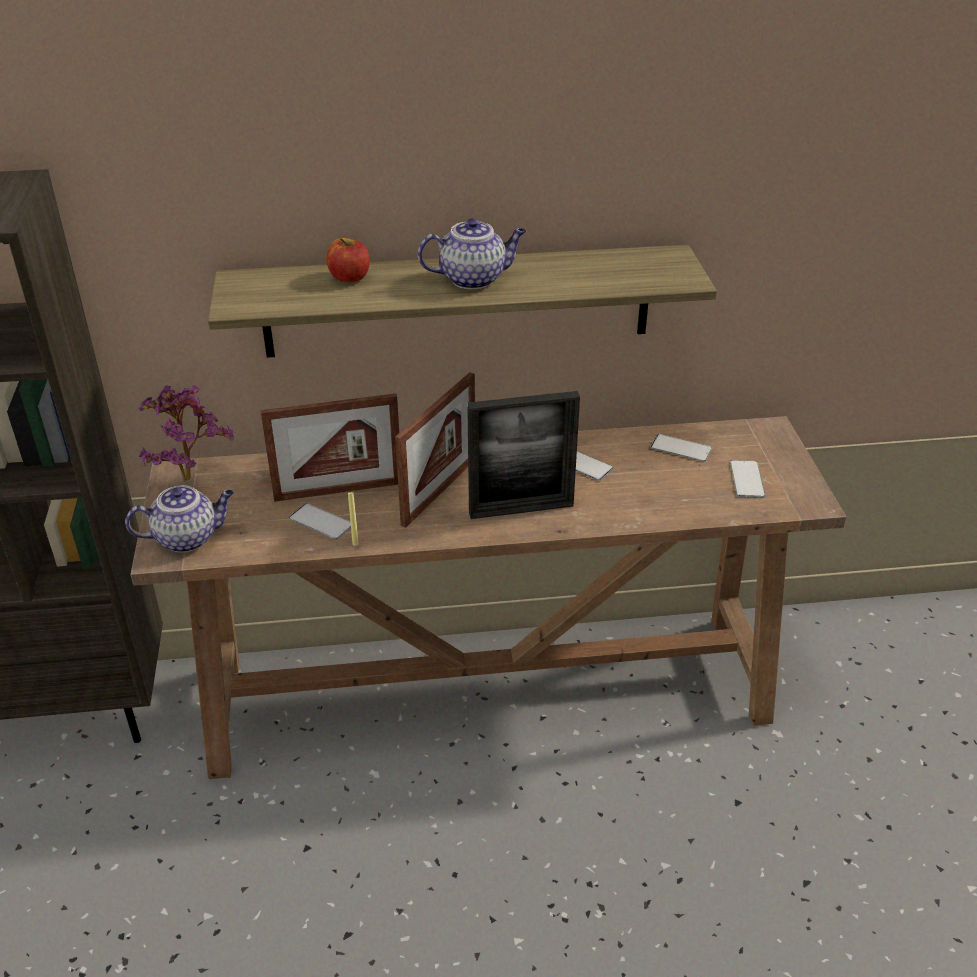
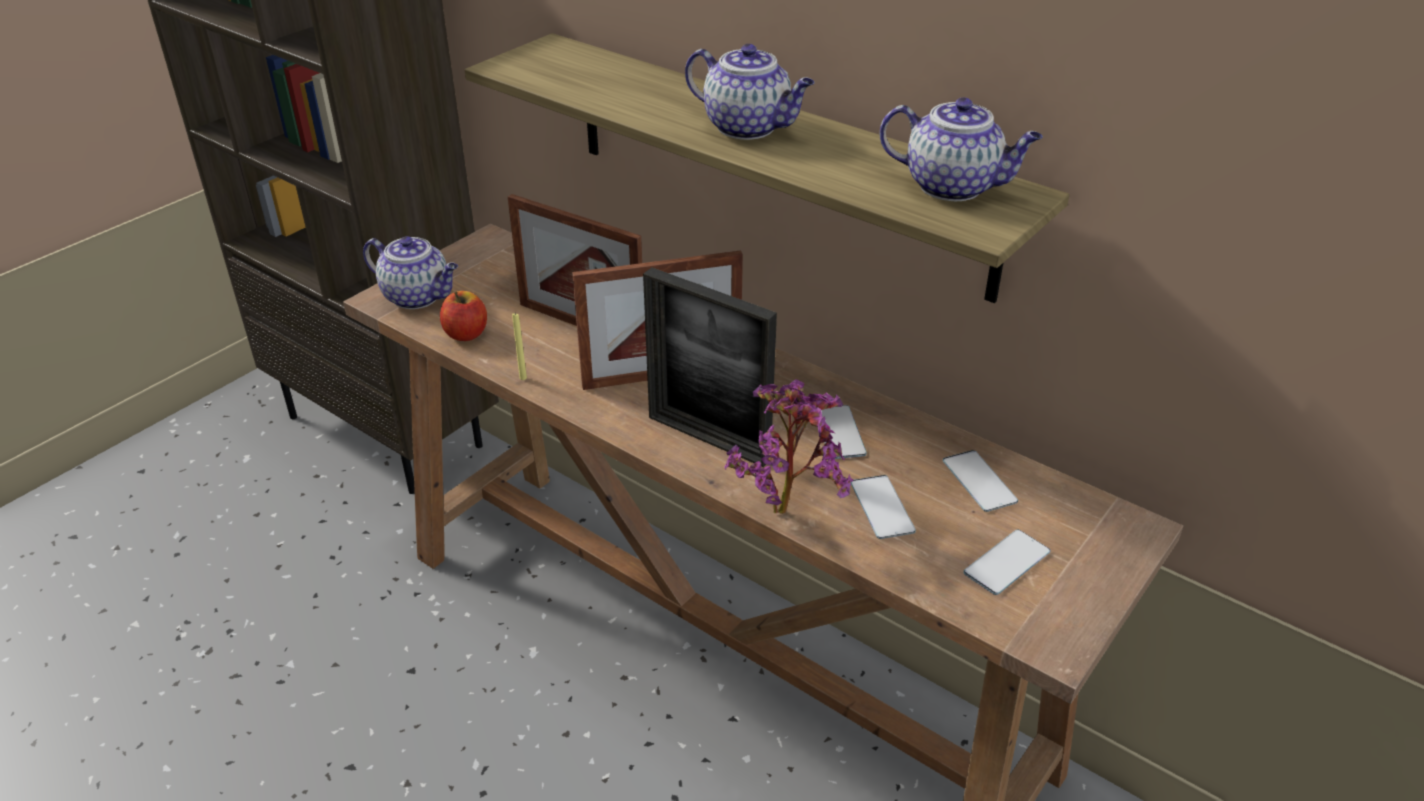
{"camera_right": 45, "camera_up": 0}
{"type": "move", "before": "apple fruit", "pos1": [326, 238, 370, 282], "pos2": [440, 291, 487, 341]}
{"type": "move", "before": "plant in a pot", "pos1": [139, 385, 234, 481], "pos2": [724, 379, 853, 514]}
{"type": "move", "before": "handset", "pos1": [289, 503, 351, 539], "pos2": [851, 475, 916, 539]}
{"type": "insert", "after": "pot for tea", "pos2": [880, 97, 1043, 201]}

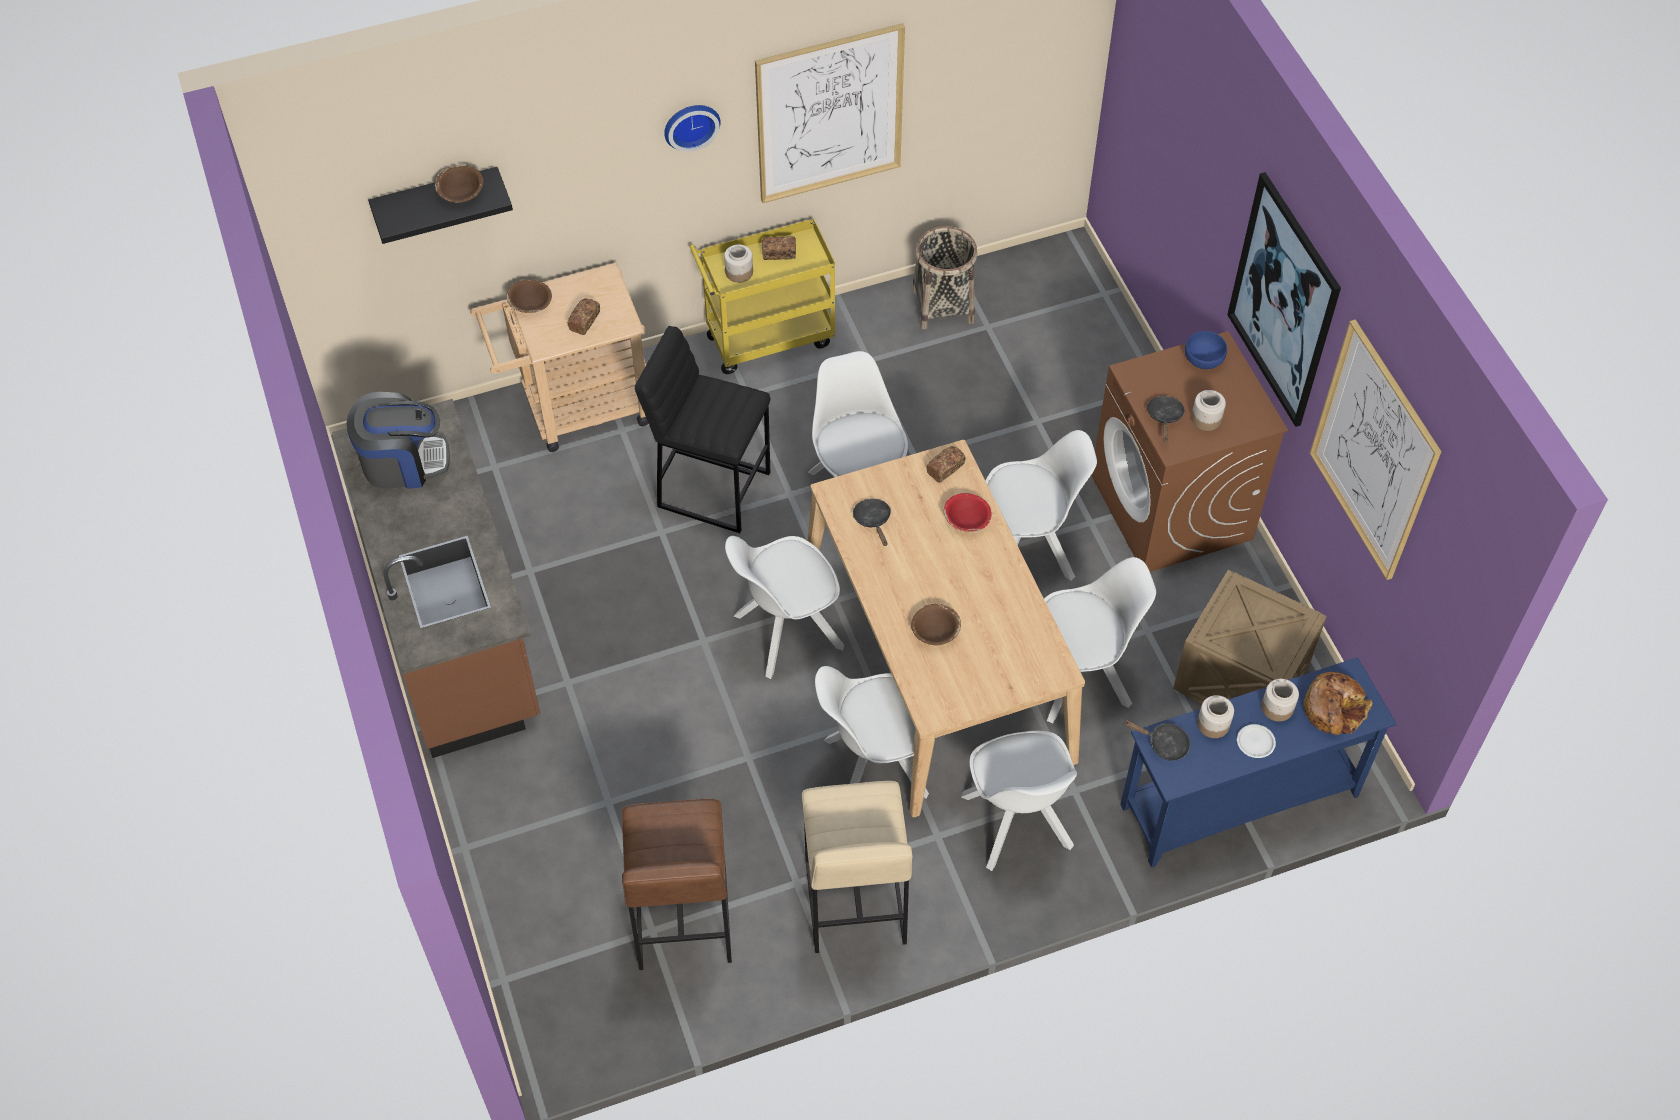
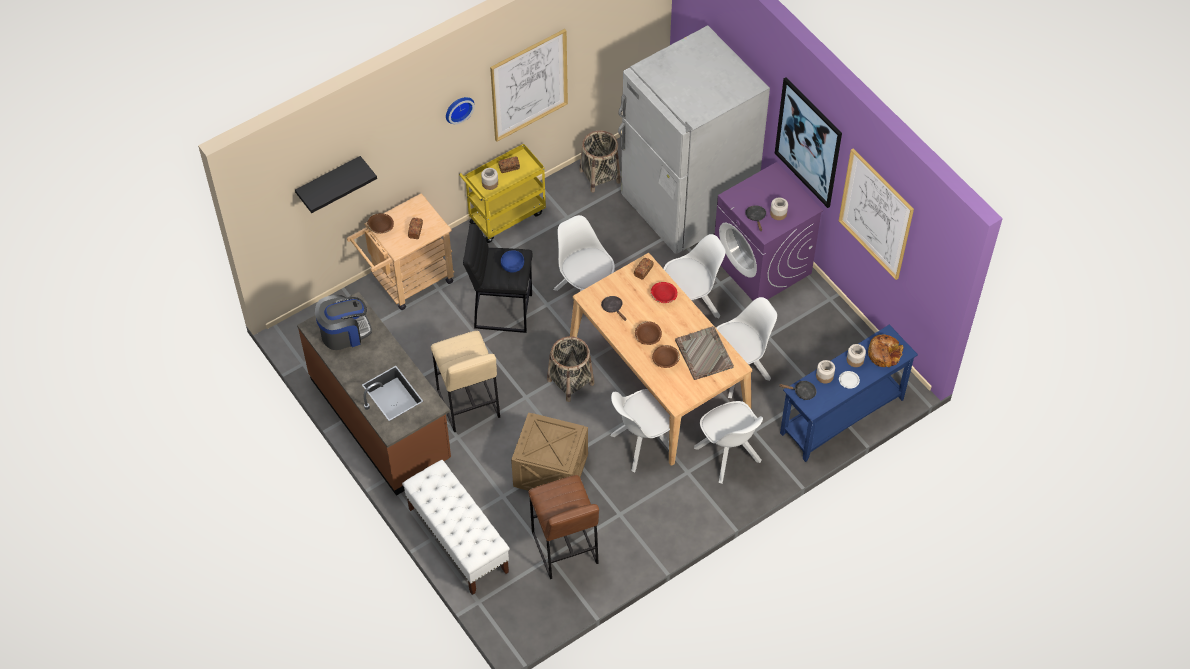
{"camera_right": -15, "camera_up": 0}
{"type": "insert", "after": "whitish indoor bench", "pos2": [402, 460, 510, 595]}
{"type": "move", "before": "sand-coloured stool", "pos1": [802, 781, 912, 953], "pos2": [431, 331, 500, 432]}
{"type": "move", "before": "blue-coloured bowl", "pos1": [1185, 331, 1227, 369], "pos2": [501, 250, 524, 273]}
{"type": "move", "before": "crate", "pos1": [1173, 570, 1327, 703], "pos2": [511, 413, 588, 491]}
{"type": "replace", "before": "whitish upright chair", "after": "storage basket", "pos1": [725, 536, 844, 679], "pos2": [547, 336, 594, 402]}
{"type": "insert", "after": "whitish refrigerator", "pos2": [618, 25, 770, 254]}
{"type": "move", "before": "brownish bowl", "pos1": [435, 165, 483, 202], "pos2": [635, 321, 662, 345]}
{"type": "insert", "after": "greyish carrying tray", "pos2": [675, 326, 734, 380]}
{"type": "recolor", "before": "brownish laundry machine", "after": "purplish laundry machine", "pos1": [1091, 331, 1288, 572], "pos2": [715, 162, 823, 301]}

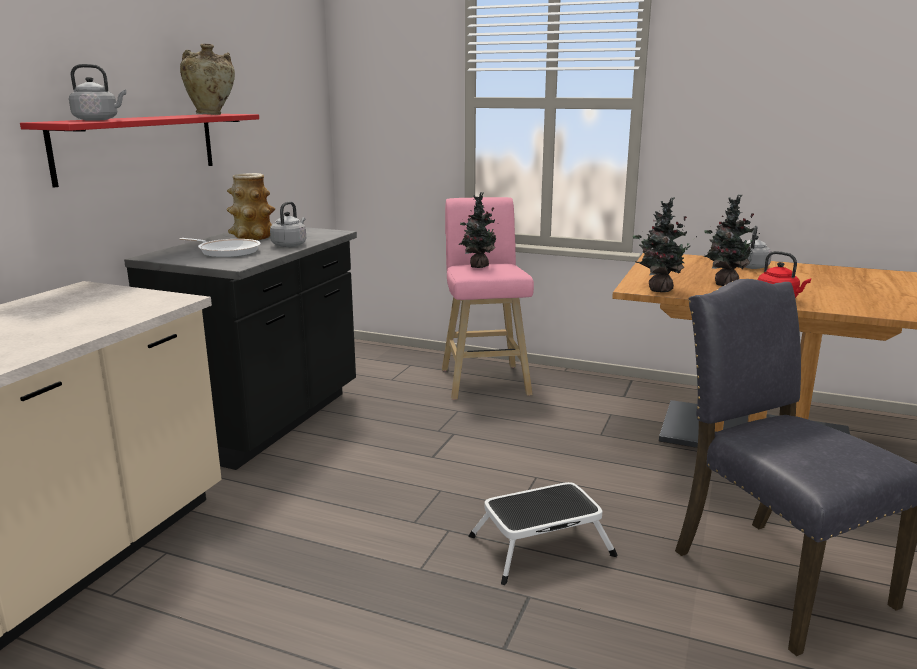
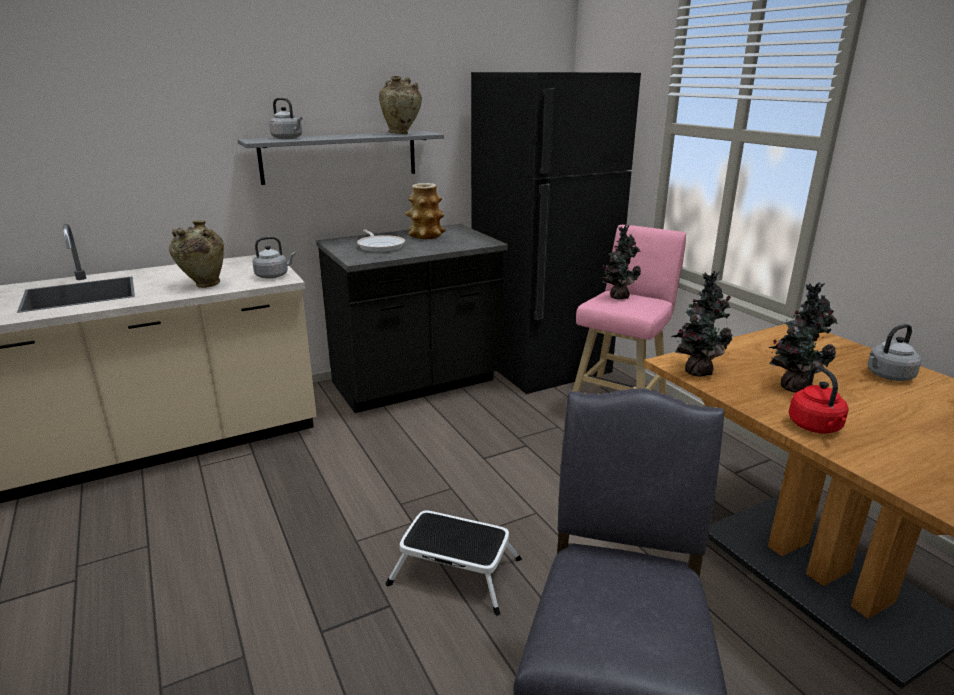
{"camera_right": 40, "camera_up": 5}
{"type": "insert", "after": "sand-coloured vase", "pos2": [169, 220, 224, 288]}
{"type": "recolor", "before": "red-coloured bracket shelf", "after": "greyish bracket shelf", "pos1": [20, 114, 259, 188], "pos2": [238, 131, 444, 185]}
{"type": "move", "before": "greyish tea kettle", "pos1": [270, 201, 306, 247], "pos2": [252, 236, 296, 279]}
{"type": "insert", "after": "blackish refrigerator", "pos2": [471, 72, 641, 394]}

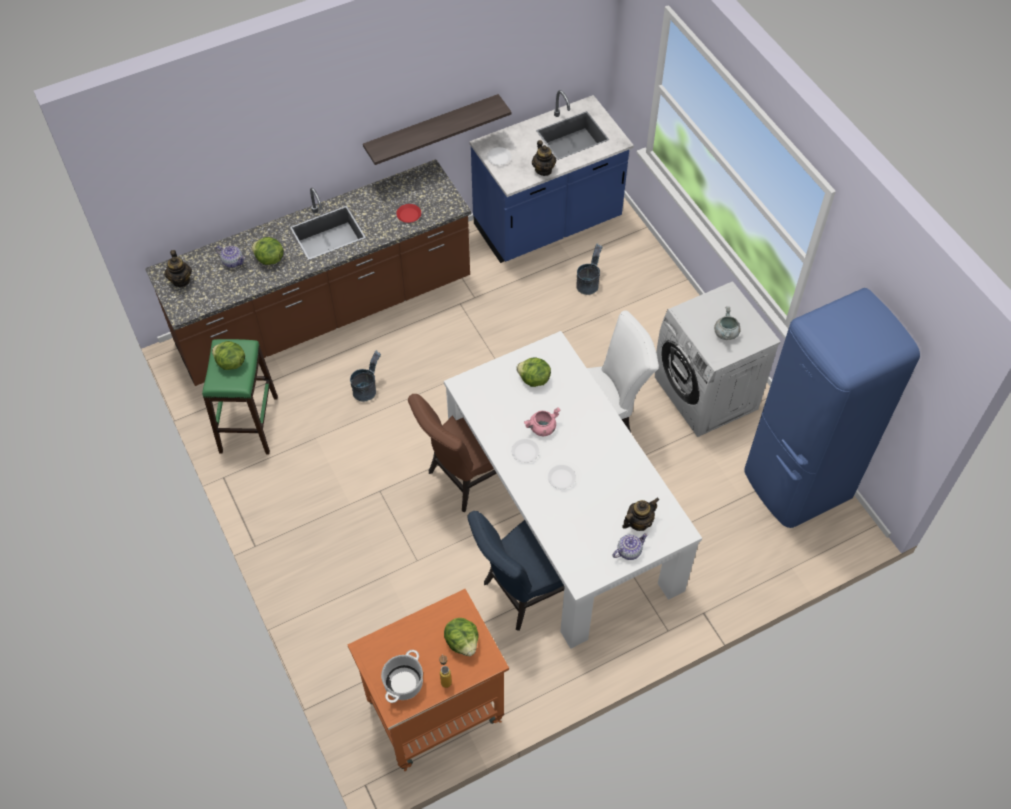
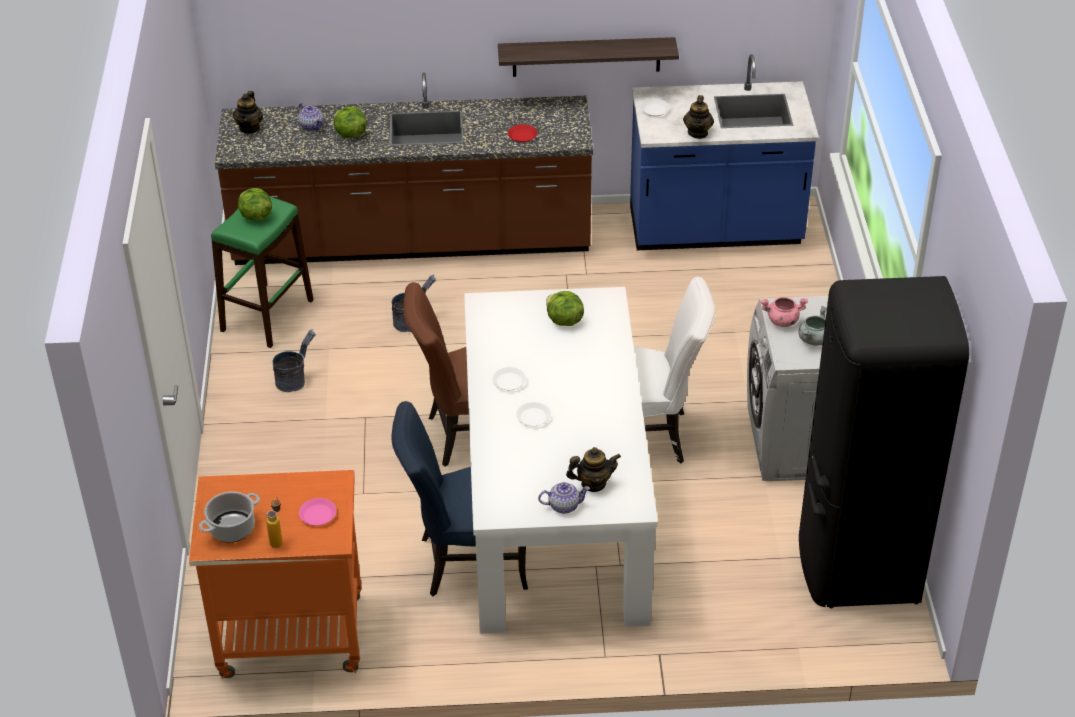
{"camera_right": 25, "camera_up": -15}
{"type": "move", "before": "greyish pail", "pos1": [576, 243, 602, 295], "pos2": [272, 329, 316, 392]}
{"type": "replace", "before": "lettuce", "after": "pink plate", "pos1": [444, 618, 479, 656], "pos2": [299, 498, 337, 526]}
{"type": "move", "before": "pink cooking pot", "pos1": [524, 407, 561, 436], "pos2": [760, 297, 808, 327]}
{"type": "recolor", "before": "blue-coloured refrigerator", "after": "blackish refrigerator", "pos1": [744, 288, 920, 528], "pos2": [799, 276, 969, 609]}

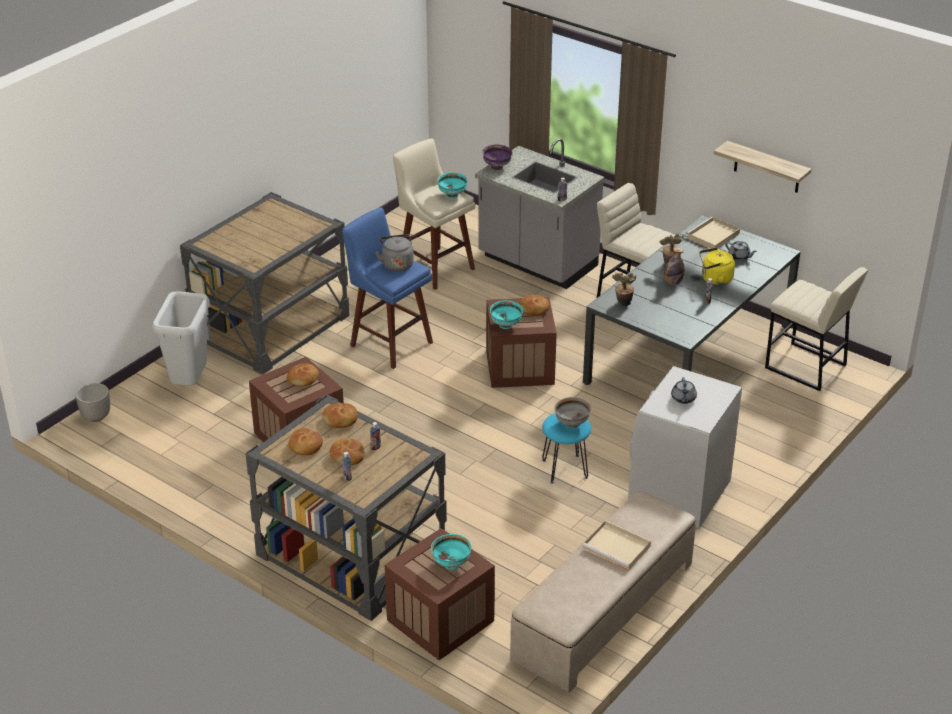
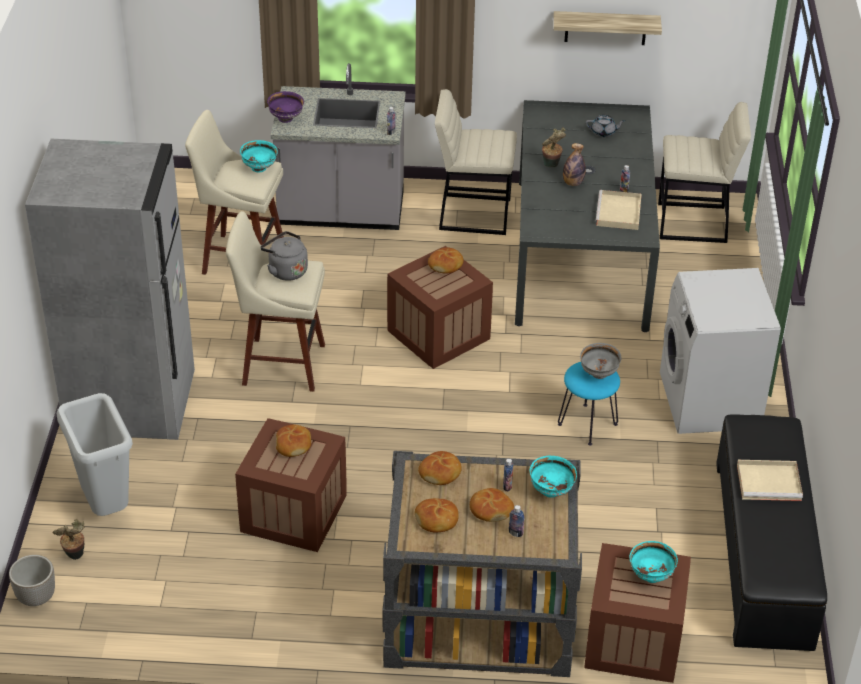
{"camera_right": -35, "camera_up": 5}
{"type": "replace", "before": "shelving unit", "after": "greyish refrigerator", "pos1": [180, 192, 350, 375], "pos2": [25, 139, 195, 440]}
{"type": "move", "before": "plant in a pot", "pos1": [612, 272, 636, 306], "pos2": [53, 519, 84, 560]}
{"type": "recolor", "before": "blue-coloured stool", "after": "sand-coloured stool", "pos1": [342, 208, 433, 369], "pos2": [226, 211, 325, 392]}
{"type": "move", "before": "blue-green bowl", "pos1": [490, 300, 523, 329], "pos2": [530, 456, 577, 498]}
{"type": "move", "before": "sand-coloured carrying tray", "pos1": [686, 217, 740, 249], "pos2": [595, 190, 642, 230]}
{"type": "recolor", "before": "sand-coloured indoor bench", "after": "blackish indoor bench", "pos1": [510, 491, 696, 693], "pos2": [716, 414, 827, 651]}
{"type": "delete", "before": "greyish pot for tea", "pos1": [671, 377, 697, 404]}
{"type": "delete", "before": "yellowish tea kettle", "pos1": [699, 247, 735, 286]}

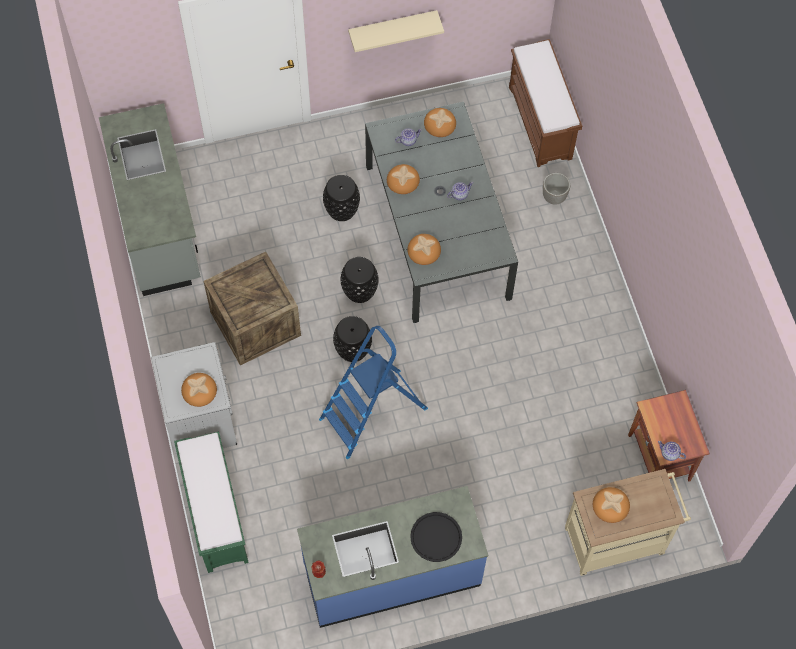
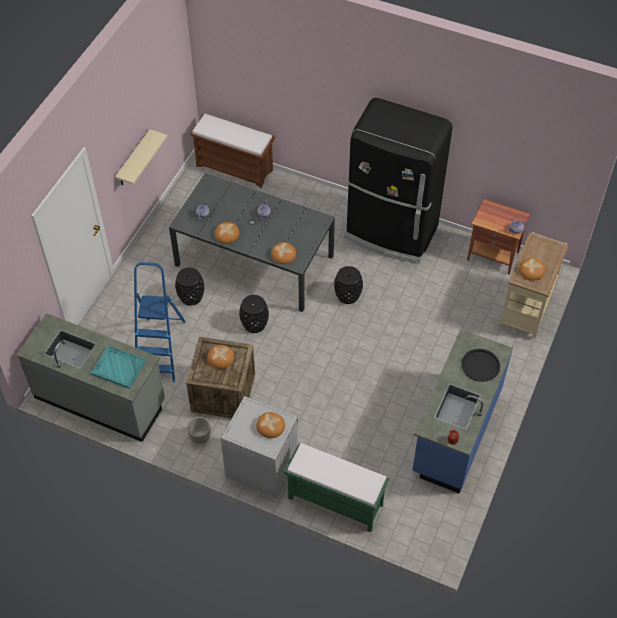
{"camera_right": -50, "camera_up": -10}
{"type": "insert", "after": "blue-green carrying tray", "pos2": [91, 346, 146, 388]}
{"type": "move", "before": "blue-coloured stepladder", "pos1": [319, 326, 428, 459], "pos2": [134, 262, 186, 382]}
{"type": "move", "before": "flower pot", "pos1": [543, 173, 570, 205], "pos2": [187, 417, 211, 444]}
{"type": "move", "before": "baked bread", "pos1": [424, 108, 456, 137], "pos2": [207, 345, 235, 369]}
{"type": "move", "before": "blackish stool", "pos1": [333, 316, 372, 362], "pos2": [334, 266, 363, 304]}
{"type": "insert", "after": "blackish refrigerator", "pos2": [344, 98, 452, 263]}

